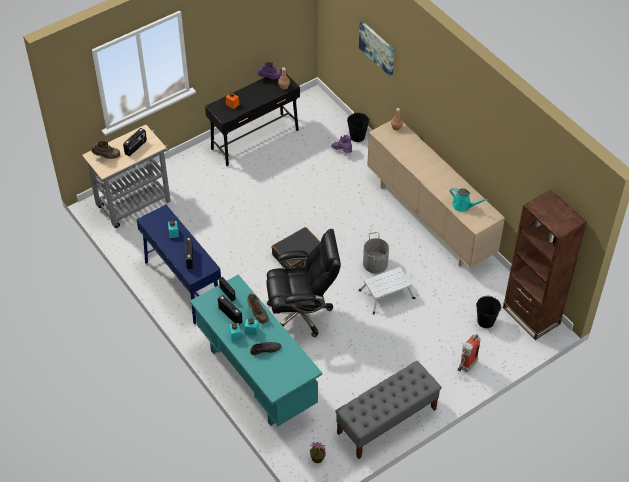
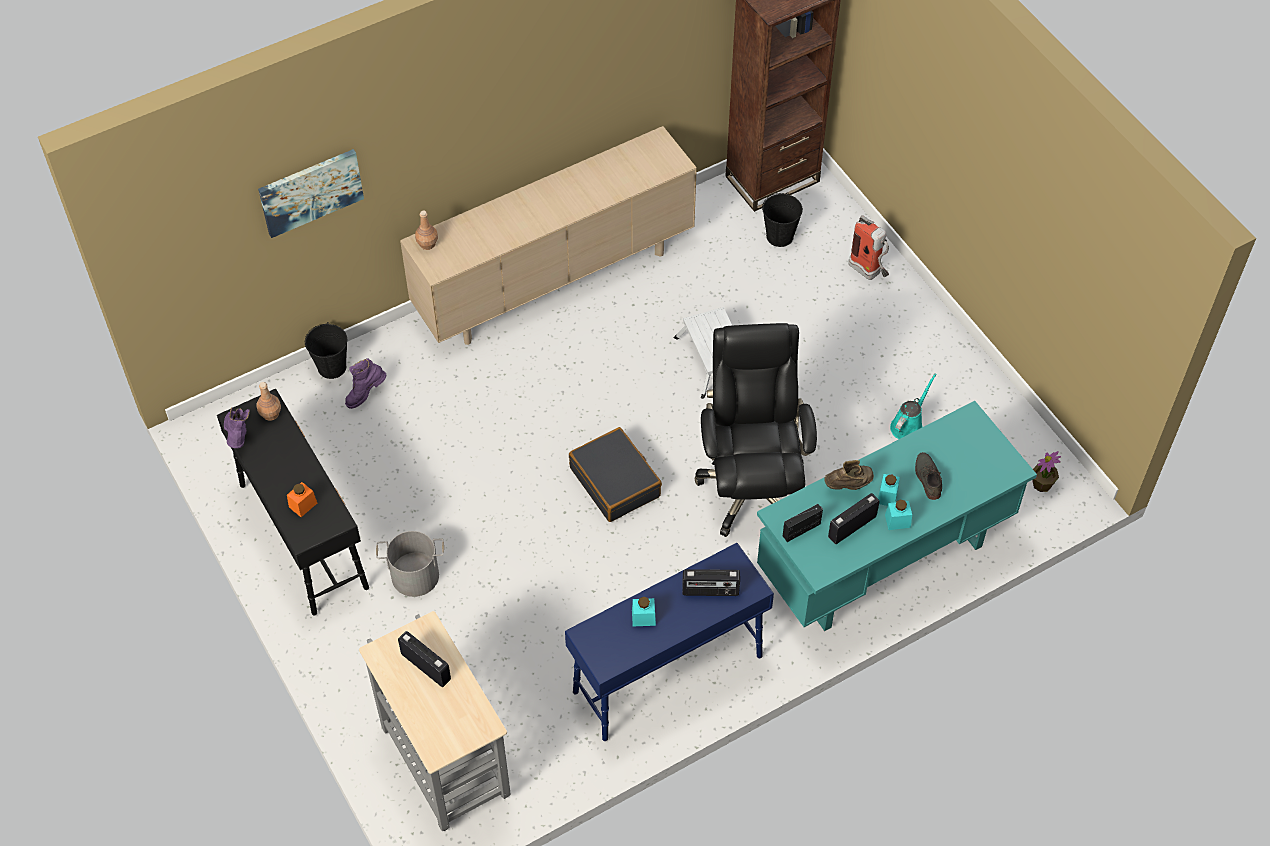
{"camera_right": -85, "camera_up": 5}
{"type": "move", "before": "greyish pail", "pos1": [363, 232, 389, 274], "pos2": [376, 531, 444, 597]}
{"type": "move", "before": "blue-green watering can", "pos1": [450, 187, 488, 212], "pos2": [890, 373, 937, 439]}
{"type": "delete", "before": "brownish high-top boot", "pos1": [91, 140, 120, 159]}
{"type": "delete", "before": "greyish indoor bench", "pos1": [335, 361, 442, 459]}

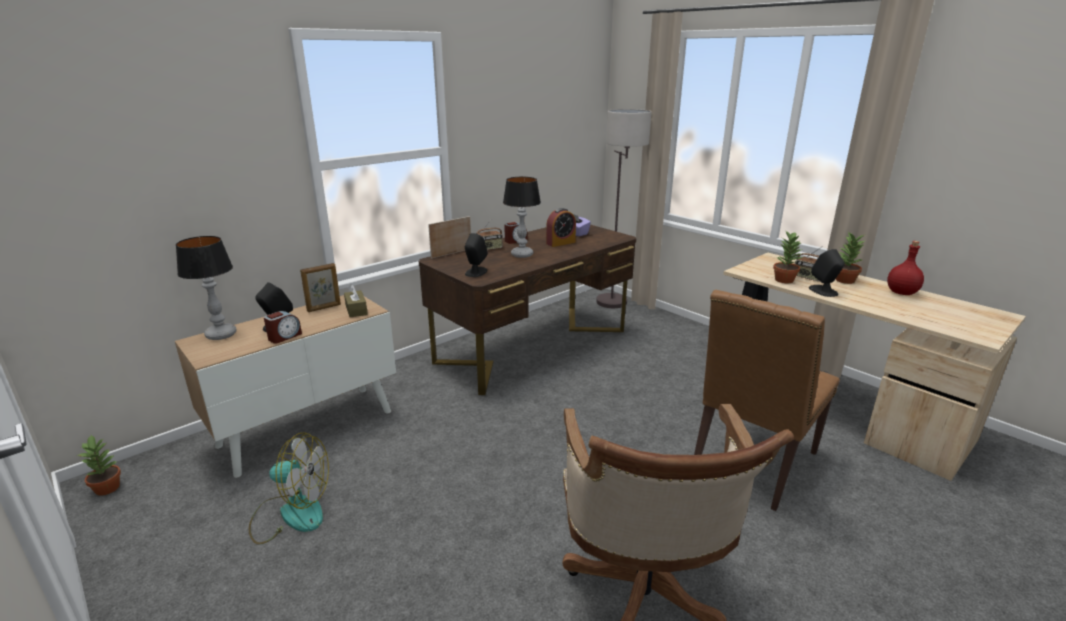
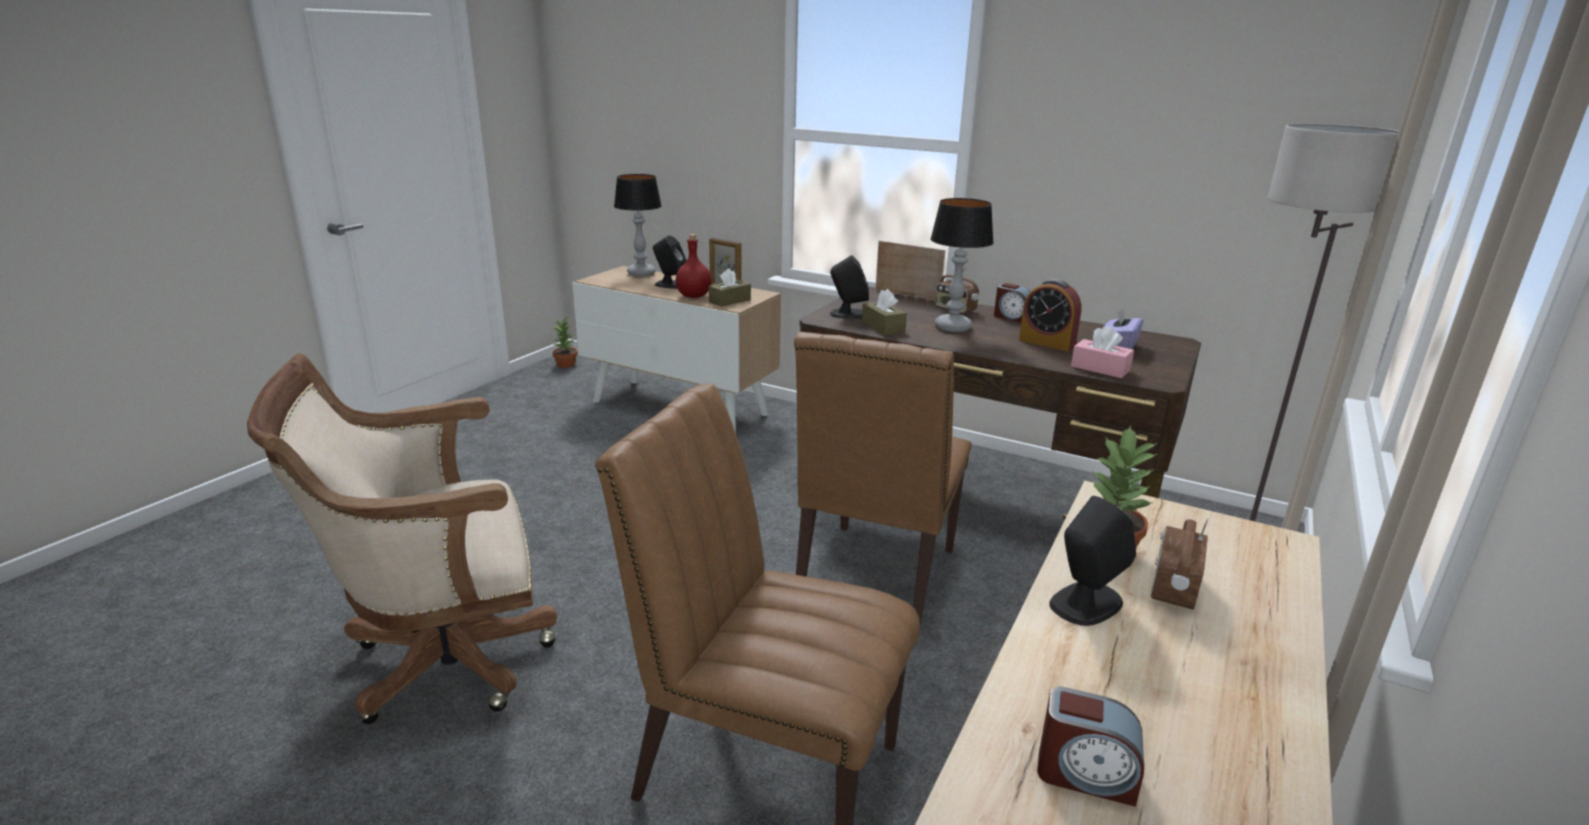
{"camera_right": 70, "camera_up": 0}
{"type": "move", "before": "red-coloured drink bottle", "pos1": [887, 241, 924, 295], "pos2": [676, 234, 711, 298]}
{"type": "insert", "after": "brownish upright chair", "pos2": [794, 332, 972, 630]}
{"type": "insert", "after": "brownish tissue holder", "pos2": [862, 289, 907, 335]}
{"type": "move", "before": "bedside clock", "pos1": [264, 311, 302, 344], "pos2": [1037, 687, 1144, 807]}
{"type": "insert", "after": "pink tissue holder", "pos2": [1071, 326, 1134, 378]}
{"type": "delete", "before": "cooling fan", "pos1": [249, 432, 329, 545]}
{"type": "delete", "before": "plant in a pot", "pos1": [835, 231, 866, 284]}

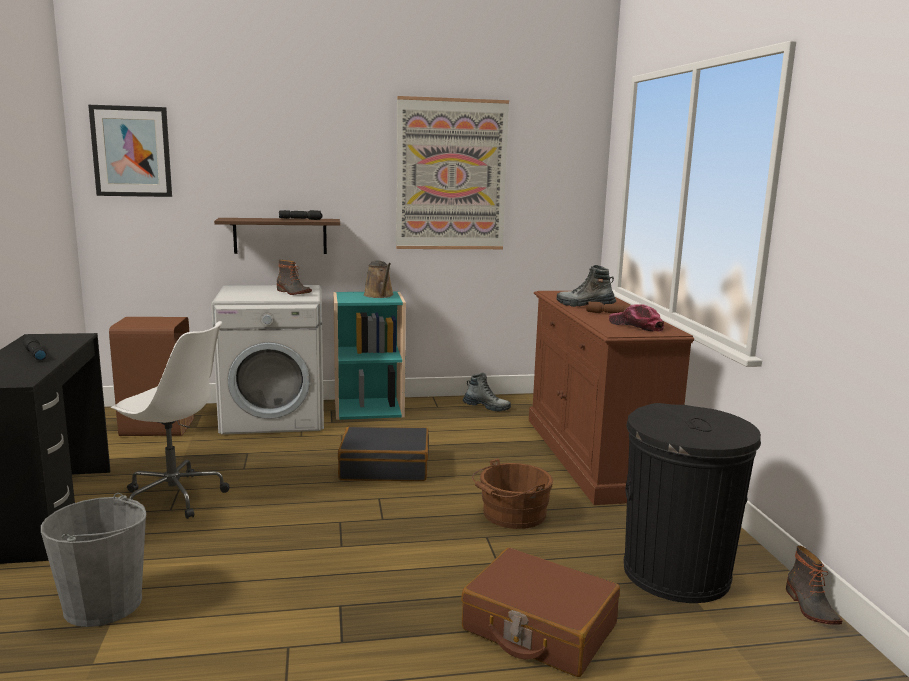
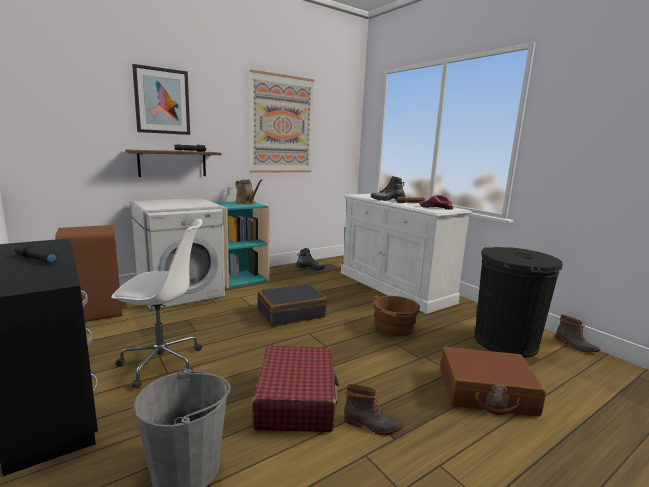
{"camera_right": -25, "camera_up": 0}
{"type": "move", "before": "picture", "pos1": [88, 105, 172, 197], "pos2": [132, 64, 190, 135]}
{"type": "insert", "after": "red-coloured piece of luggage", "pos2": [253, 345, 339, 432]}
{"type": "recolor", "before": "brownish storage cabinet", "after": "whitish storage cabinet", "pos1": [529, 291, 694, 505], "pos2": [341, 194, 472, 314]}
{"type": "move", "before": "high-top boot", "pos1": [277, 260, 312, 295], "pos2": [344, 384, 403, 436]}

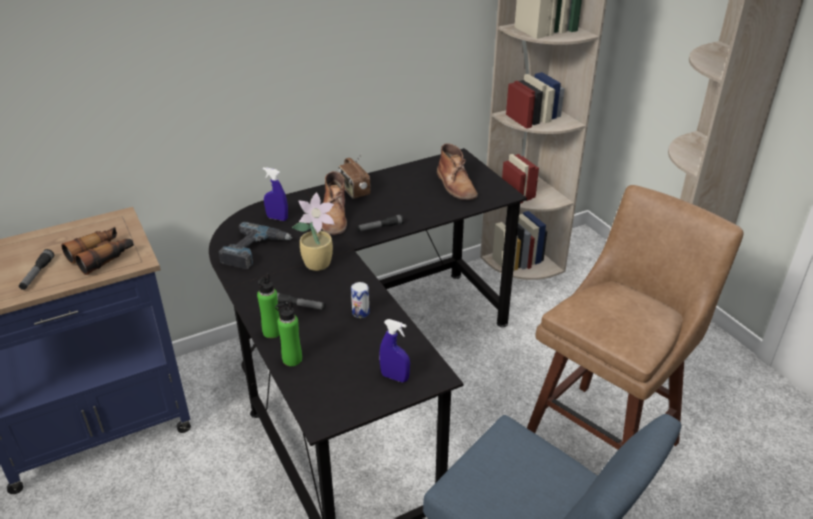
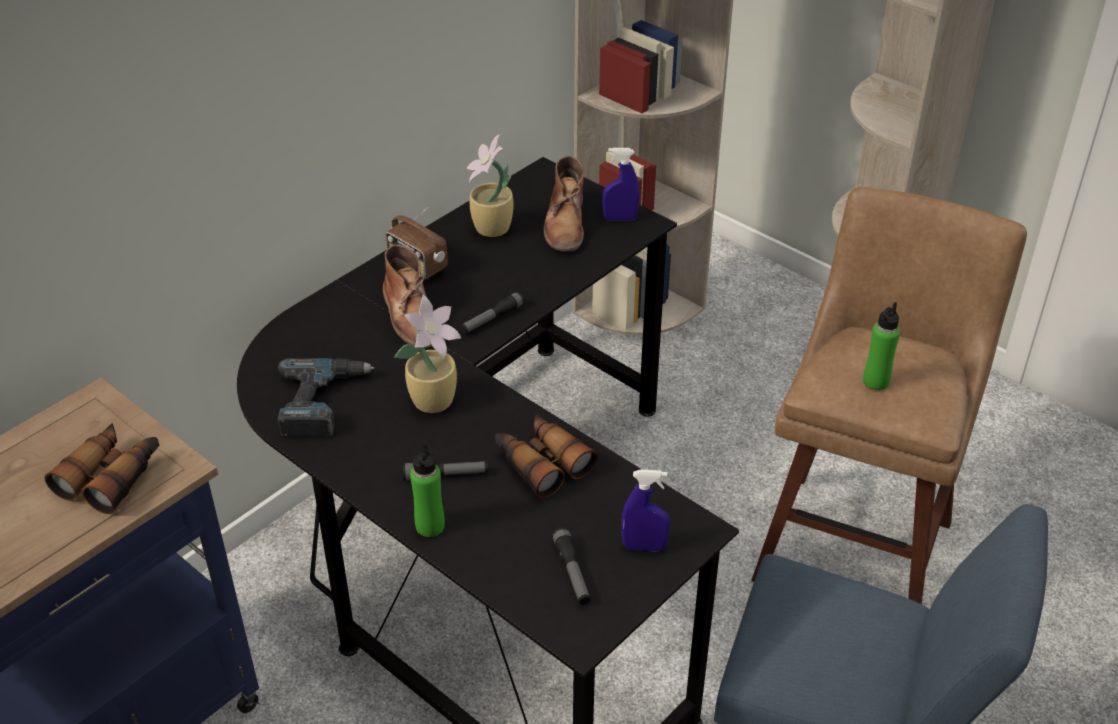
{"camera_right": -20, "camera_up": 5}
{"type": "insert", "after": "plant in a pot", "pos2": [467, 134, 513, 237]}
{"type": "replace", "before": "can", "after": "field glasses", "pos1": [351, 282, 370, 318], "pos2": [495, 413, 598, 498]}
{"type": "rotate", "before": "brownish high-top boot", "pos1": [437, 143, 478, 200], "pos2": [543, 156, 584, 252], "turn": 45}
{"type": "move", "before": "torch", "pos1": [19, 249, 54, 290], "pos2": [552, 527, 590, 605]}
{"type": "move", "before": "blue-coloured hand sprayer", "pos1": [263, 167, 288, 221], "pos2": [602, 148, 640, 221]}
{"type": "move", "before": "green-coloured drink bottle", "pos1": [275, 301, 302, 366], "pos2": [863, 302, 900, 390]}

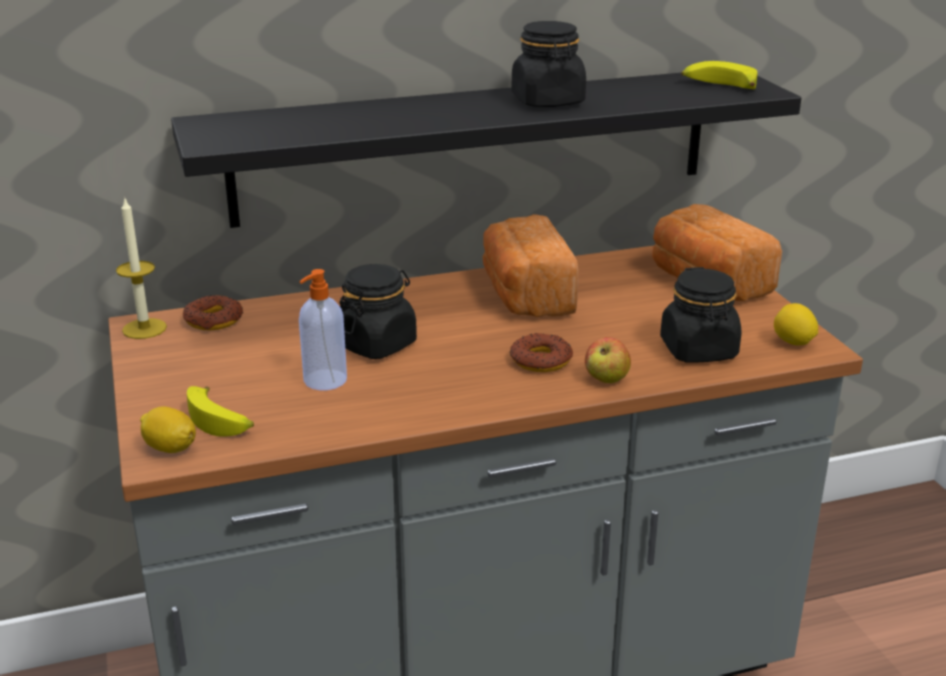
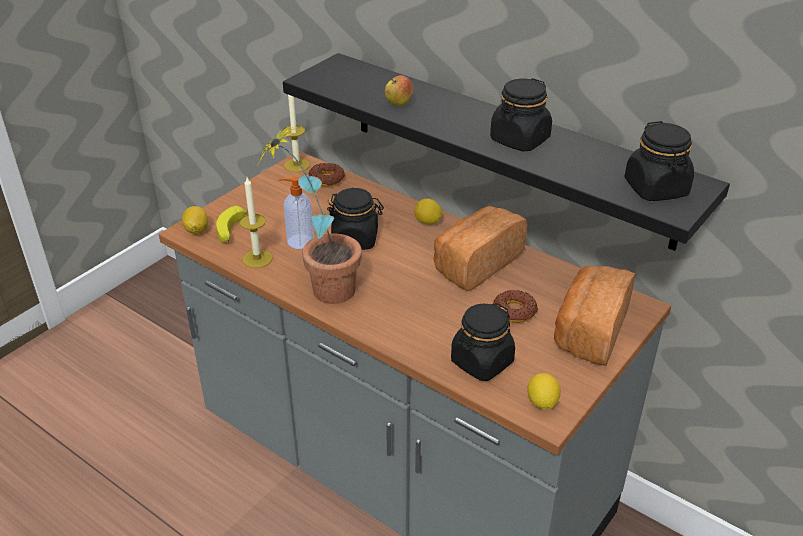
{"camera_right": 55, "camera_up": 10}
{"type": "insert", "after": "candle", "pos2": [239, 177, 272, 268]}
{"type": "insert", "after": "plant in a pot", "pos2": [258, 125, 362, 304]}
{"type": "move", "before": "apple fruit", "pos1": [585, 337, 631, 383], "pos2": [385, 75, 414, 106]}
{"type": "insert", "after": "citrus fruit", "pos2": [414, 198, 442, 225]}
{"type": "move", "before": "doughnut", "pos1": [510, 333, 573, 372], "pos2": [493, 290, 538, 323]}
{"type": "replace", "before": "banana fruit", "after": "blackish preserve jar", "pos1": [681, 61, 757, 89], "pos2": [624, 121, 694, 201]}

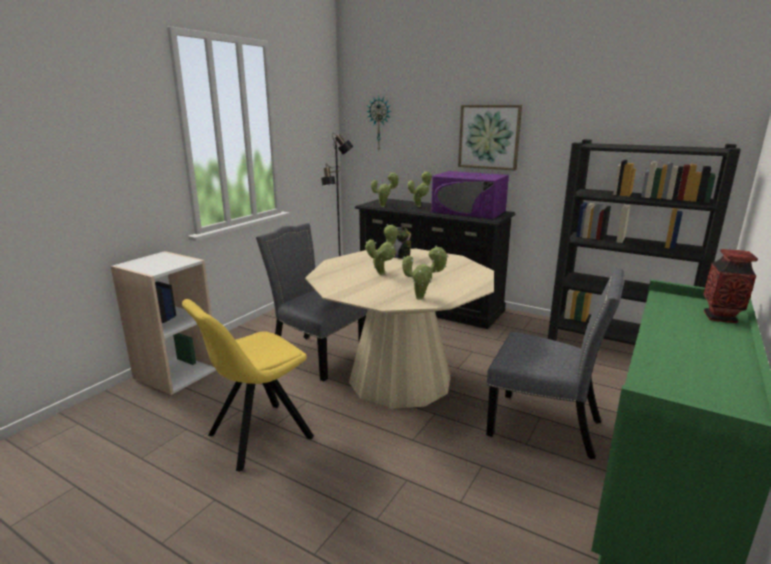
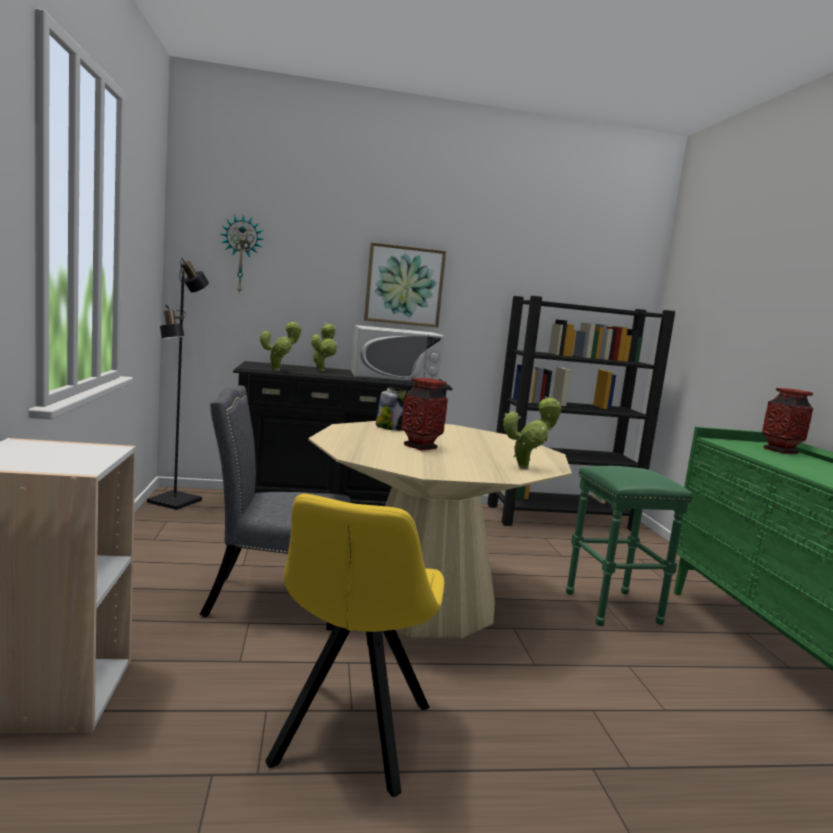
{"camera_right": -40, "camera_up": -10}
{"type": "recolor", "before": "purplish microwave", "after": "whitish microwave", "pos1": [431, 171, 509, 219], "pos2": [350, 325, 444, 381]}
{"type": "replace", "before": "plant in a pot", "after": "vase", "pos1": [365, 224, 398, 275], "pos2": [401, 378, 448, 451]}
{"type": "replace", "before": "greyish upright chair", "after": "green-coloured stool", "pos1": [486, 268, 624, 459], "pos2": [566, 466, 693, 626]}

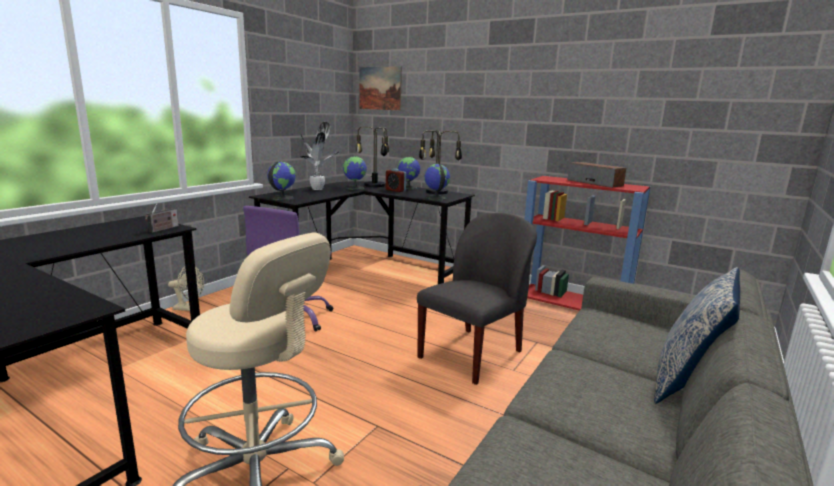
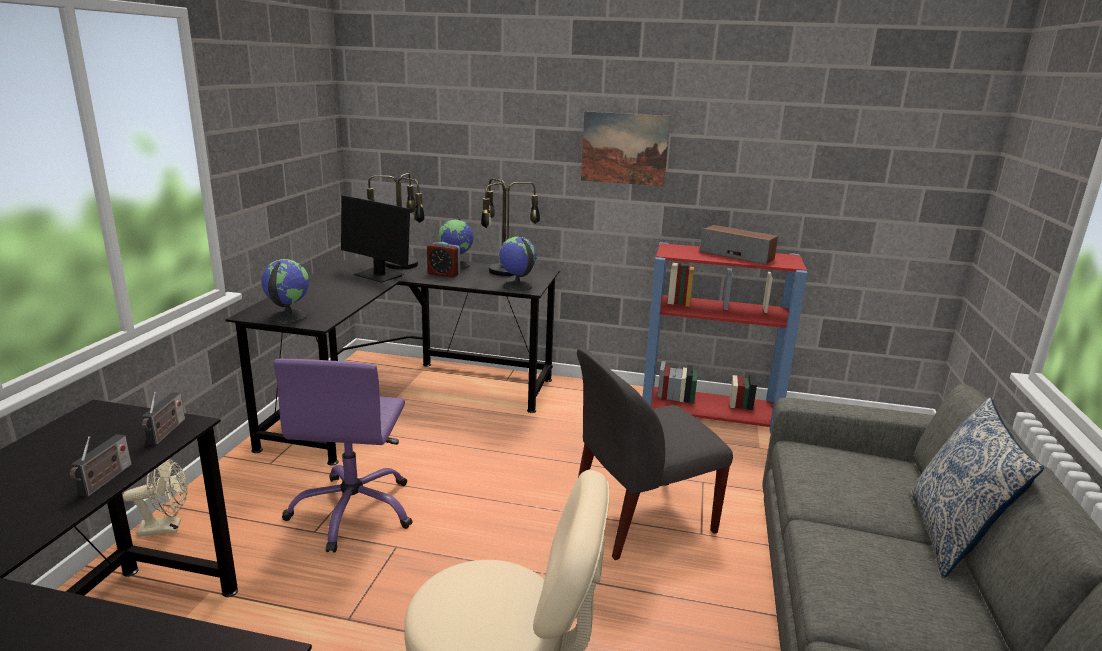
{"camera_right": -20, "camera_up": 5}
{"type": "insert", "after": "radio", "pos2": [70, 434, 132, 497]}
{"type": "replace", "before": "globe", "after": "computer display", "pos1": [343, 156, 367, 190], "pos2": [341, 196, 410, 283]}
{"type": "rotate", "before": "greyish upright chair", "pos1": [417, 213, 537, 385], "pos2": [577, 348, 733, 560], "turn": -135}
{"type": "move", "before": "picture", "pos1": [359, 66, 402, 110], "pos2": [581, 111, 671, 186]}
{"type": "delete", "before": "plant in a pot", "pos1": [300, 122, 339, 190]}

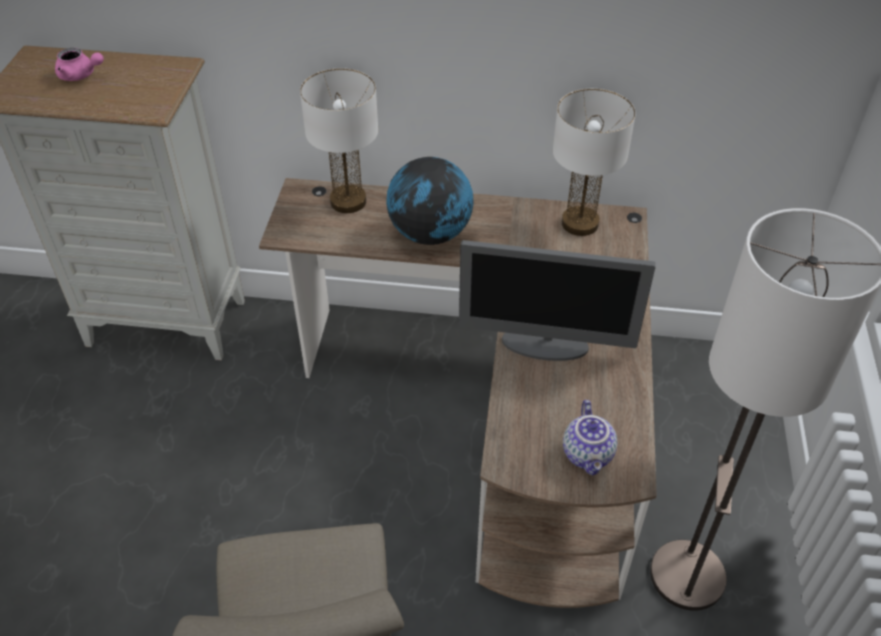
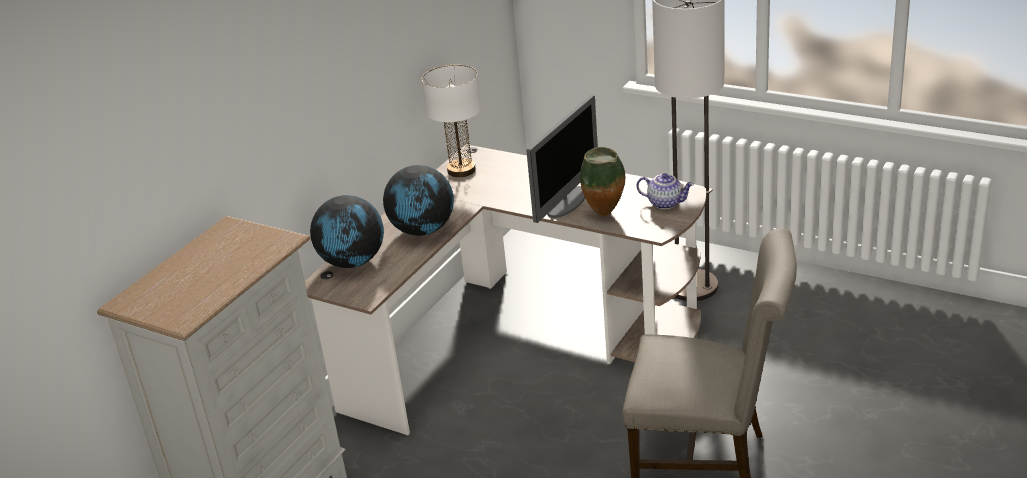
{"camera_right": -65, "camera_up": -15}
{"type": "replace", "before": "lamp for a table", "after": "globe", "pos1": [300, 68, 378, 213], "pos2": [310, 195, 384, 268]}
{"type": "insert", "after": "vase", "pos2": [580, 147, 625, 216]}
{"type": "delete", "before": "pink pot for tea", "pos1": [55, 48, 104, 81]}

